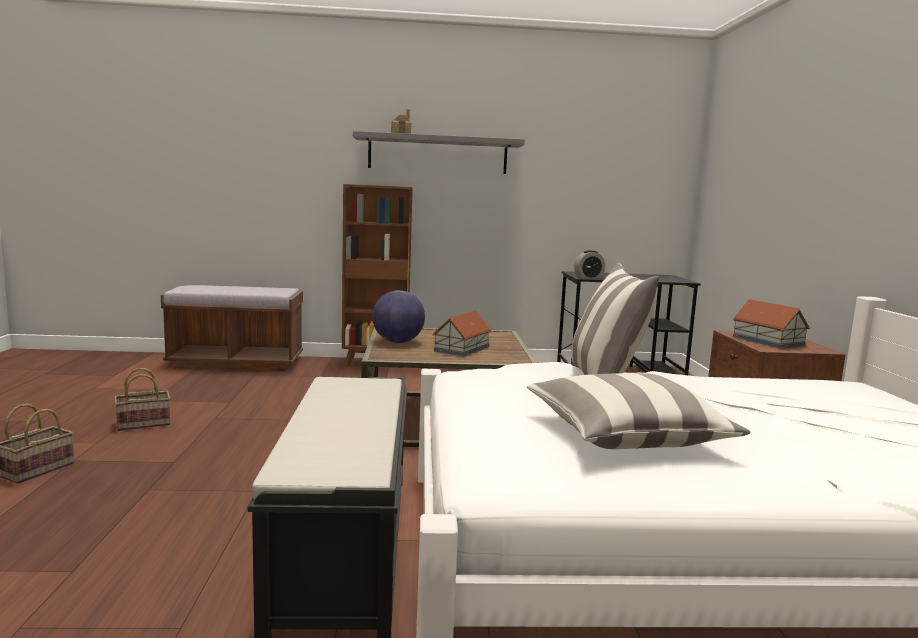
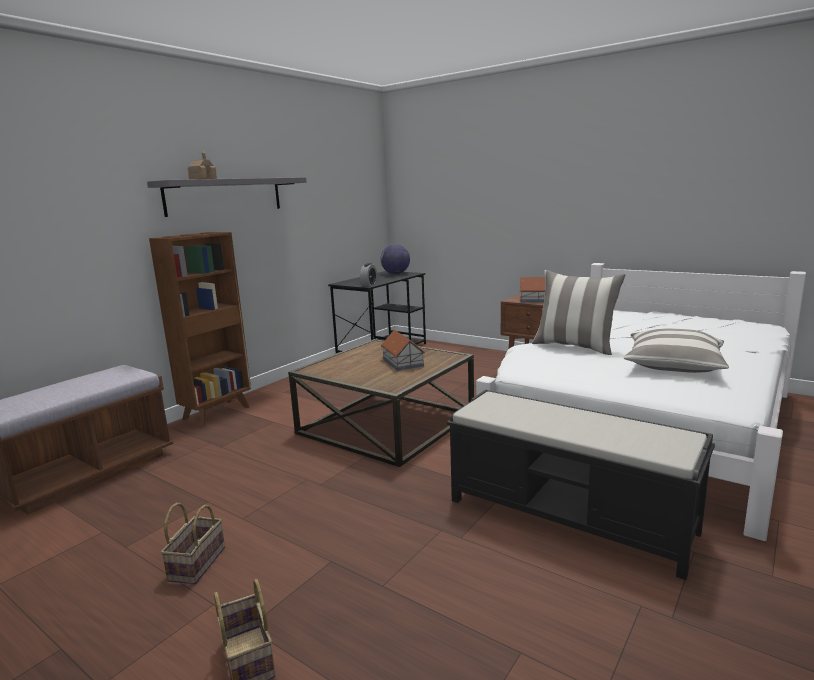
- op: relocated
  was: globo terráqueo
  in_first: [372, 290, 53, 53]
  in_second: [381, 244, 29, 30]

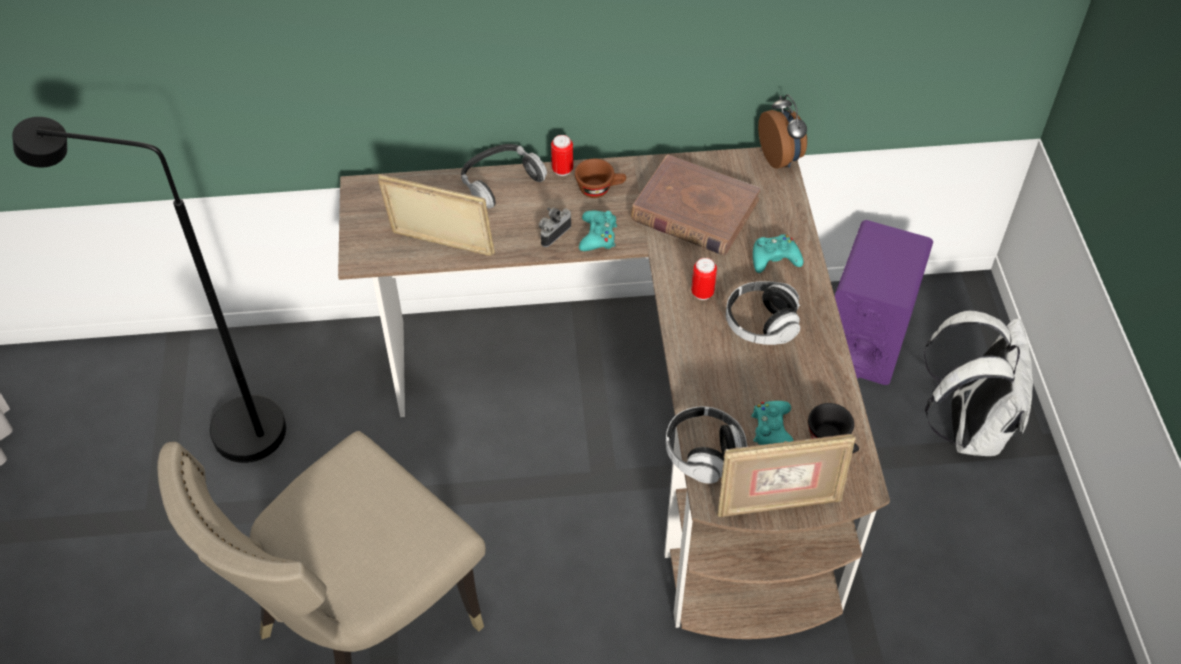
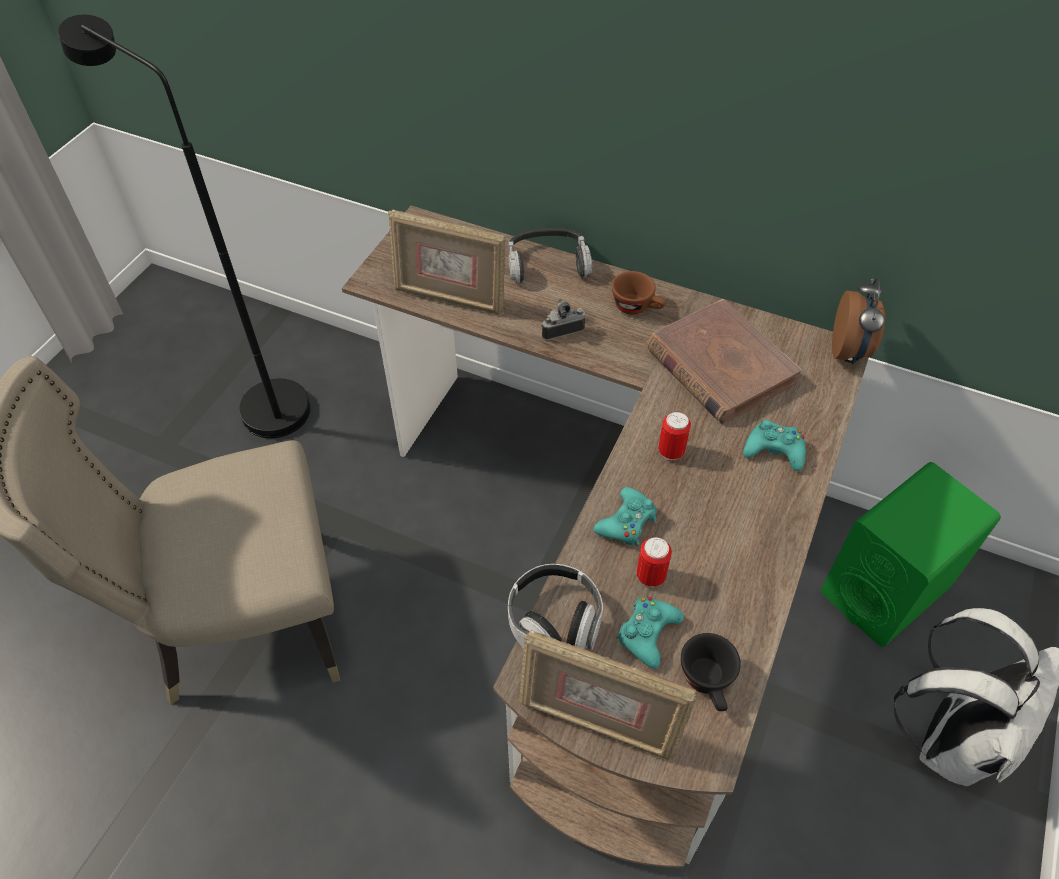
- op: missing
  was: auriculares
  in_first: [726, 281, 75, 64]
- op: relocated
  was: lata
  in_first: [551, 135, 22, 41]
  in_second: [637, 537, 35, 50]
- op: relocated
  was: mando de consola (turquesa)
  in_first: [579, 211, 38, 40]
  in_second: [593, 487, 64, 59]
- op: colour
  was: altavoz (morado)
  now: altavoz (verde)
  in_first: [835, 220, 98, 165]
  in_second: [821, 462, 180, 185]
- op: spun
  was: portarretratos
  in_first: [378, 174, 117, 82]
  in_second: [388, 210, 118, 106]
  clockwise: 150

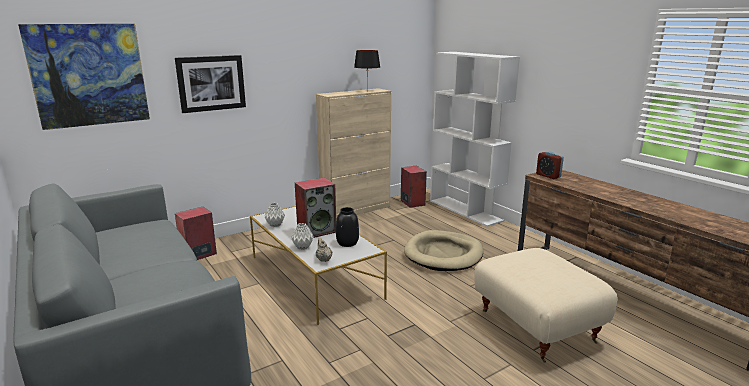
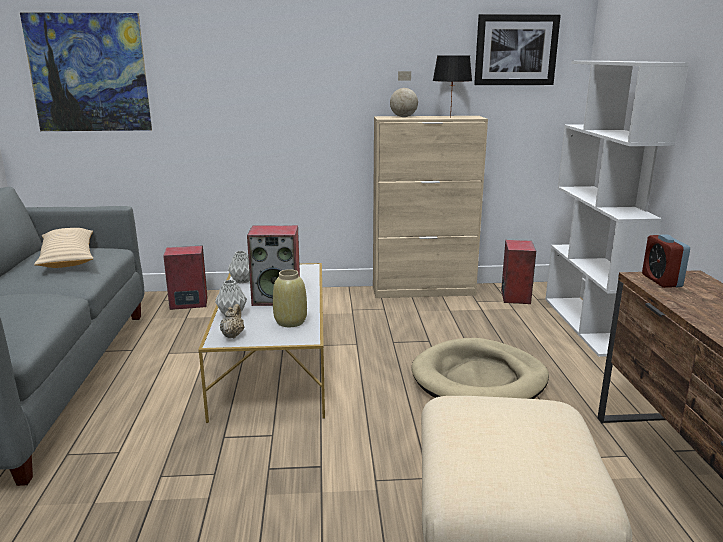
- op: appeared
  now: cojín (beis)
  in_second: [34, 228, 59, 40]
- op: appeared
  now: globo terráqueo
  in_second: [390, 71, 28, 46]
- op: relocated
  was: cuadro
  in_first: [175, 55, 71, 58]
  in_second: [474, 14, 87, 71]
- op: colour
  was: florero (negro)
  now: florero (beis)
  in_first: [336, 207, 23, 40]
  in_second: [273, 269, 34, 58]

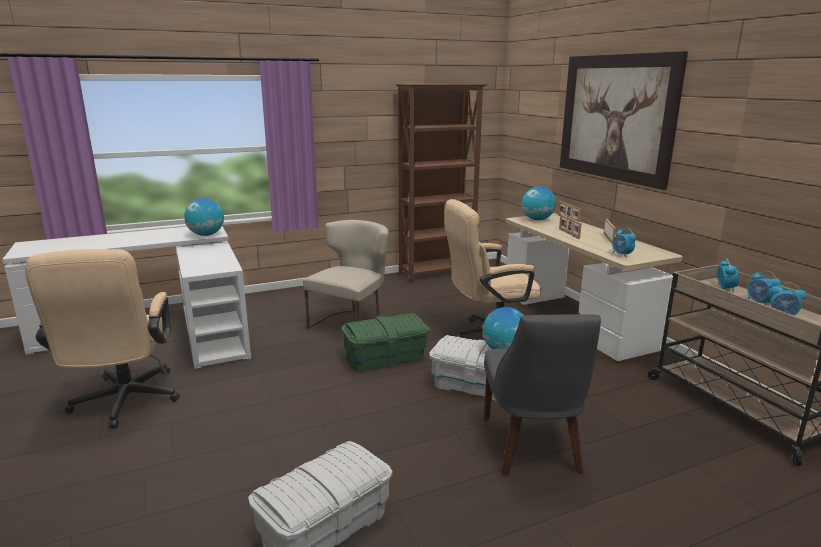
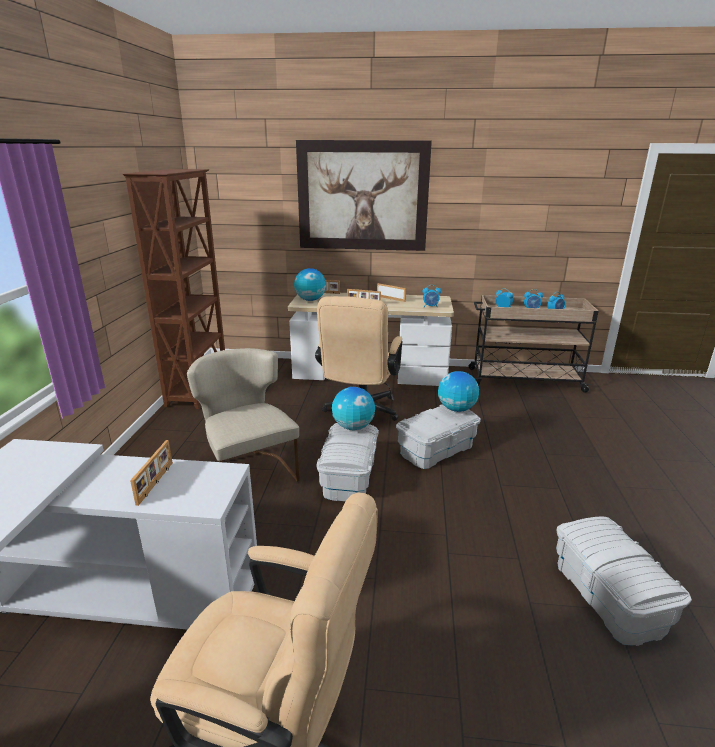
- op: missing
  was: silla (gris)
  in_first: [484, 314, 117, 161]
- op: appeared
  now: portarretratos
  in_second: [130, 440, 43, 66]
- op: relocated
  was: globo terráqueo
  in_first: [184, 198, 40, 38]
  in_second: [332, 387, 43, 43]
- op: colour
  was: caja de almacenaje (verde)
  now: caja de almacenaje (blanco)
  in_first: [341, 313, 89, 59]
  in_second: [316, 423, 63, 78]

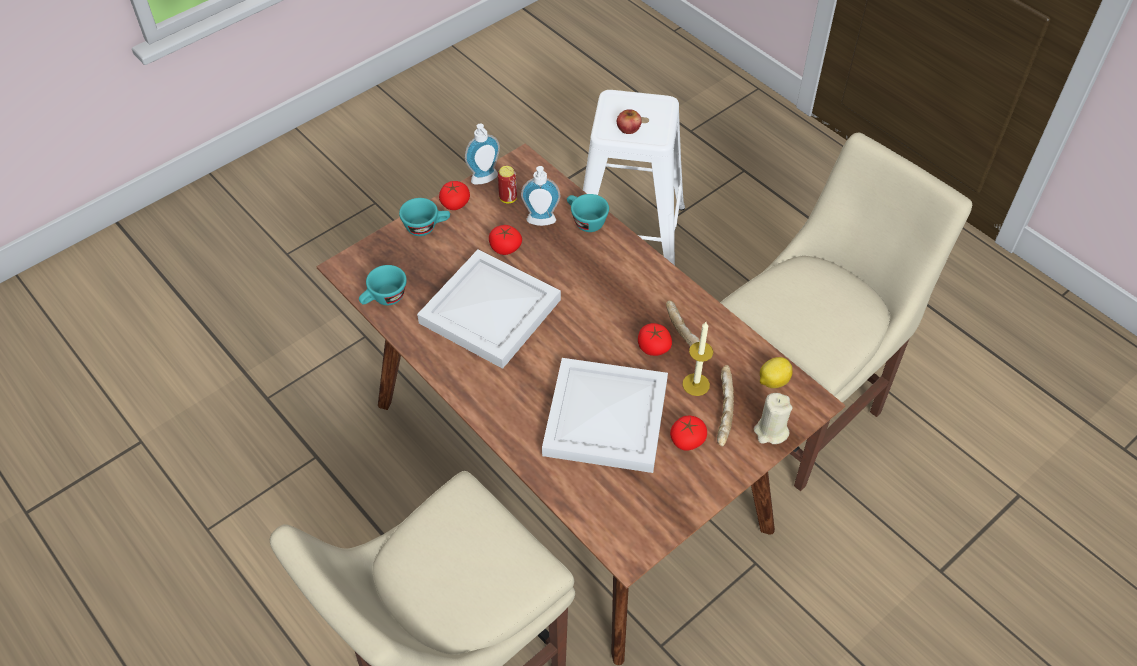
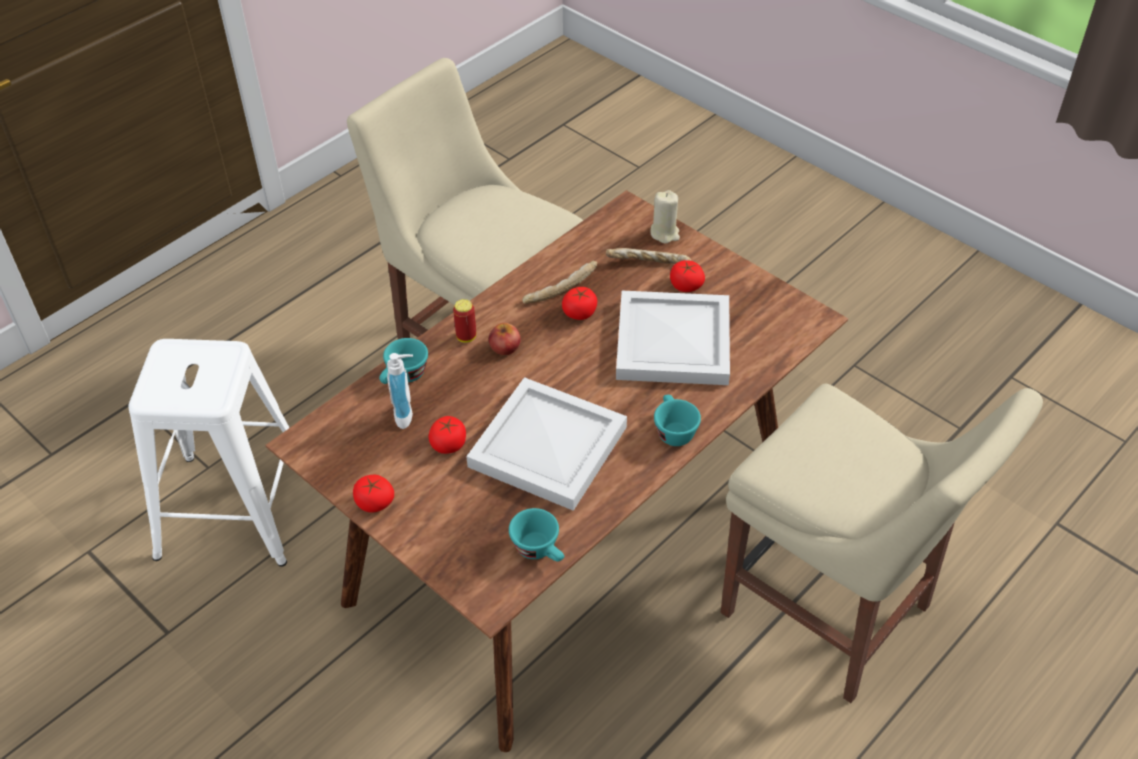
- op: missing
  was: dispensador de jabón
  in_first: [465, 124, 35, 61]
- op: missing
  was: vela
  in_first: [683, 322, 30, 74]
- op: missing
  was: limón
  in_first: [760, 357, 33, 31]
- op: relocated
  was: taza (turquesa)
  in_first: [399, 198, 51, 38]
  in_second: [654, 395, 47, 51]
- op: relocated
  was: lata
  in_first: [498, 166, 19, 37]
  in_second: [453, 299, 23, 44]
- op: relocated
  was: manzana
  in_first: [617, 109, 25, 25]
  in_second: [489, 323, 32, 32]

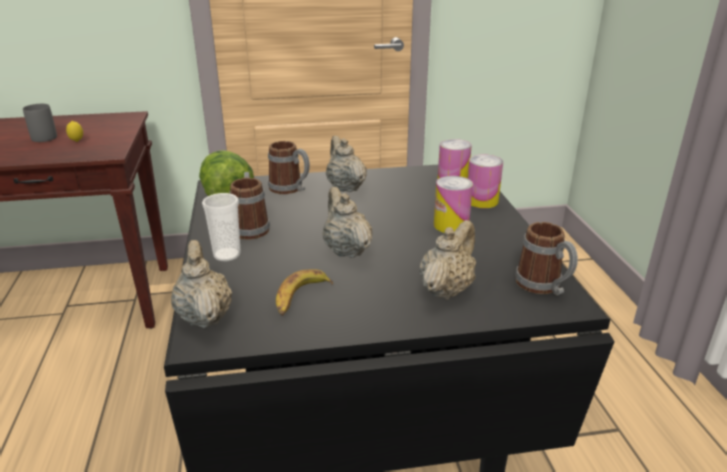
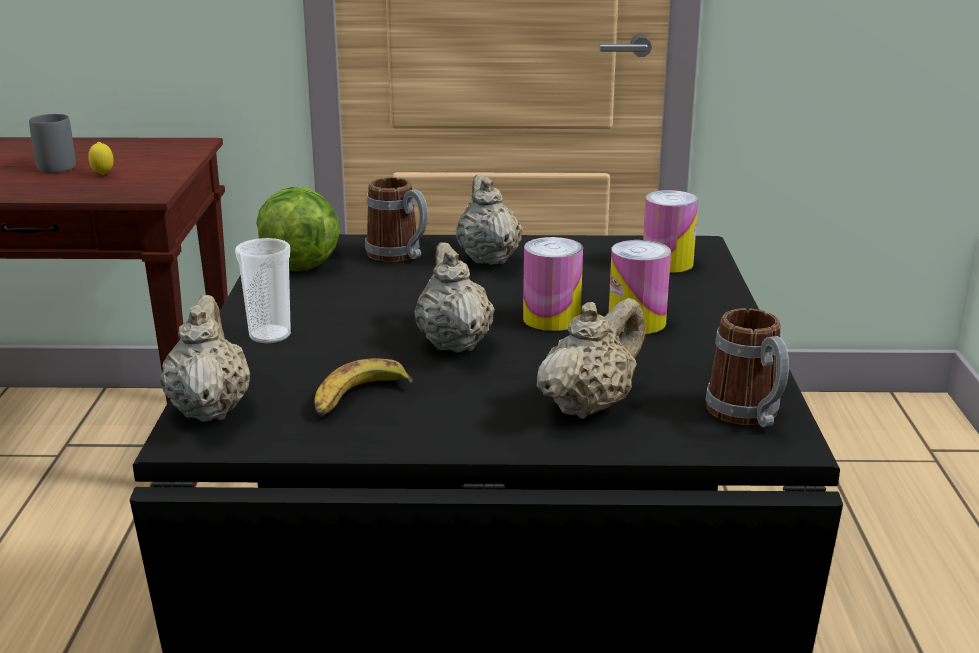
- op: missing
  was: taza grande
  in_first: [229, 172, 41, 67]
- op: relocated
  was: lata
  in_first: [468, 155, 35, 53]
  in_second: [523, 237, 60, 94]

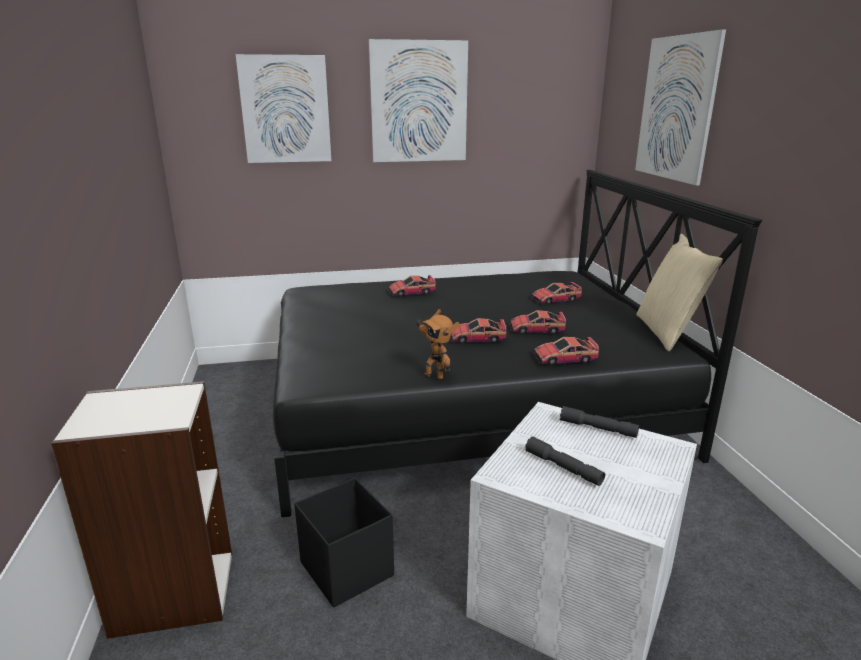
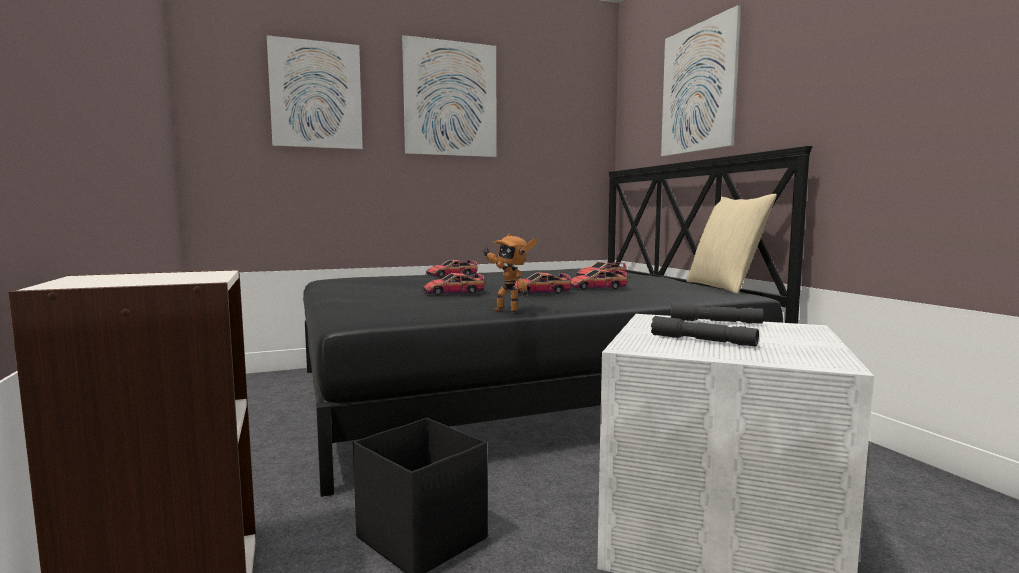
- op: relocated
  was: coche de juguete
  in_first: [533, 337, 66, 28]
  in_second: [422, 273, 63, 22]

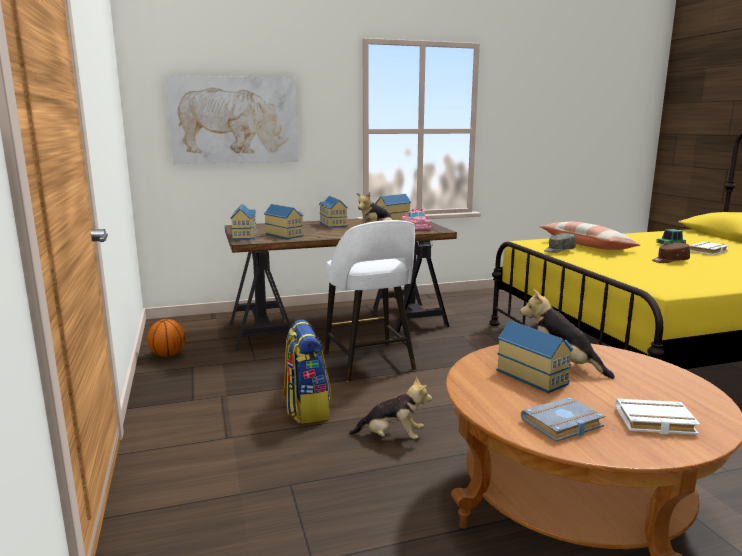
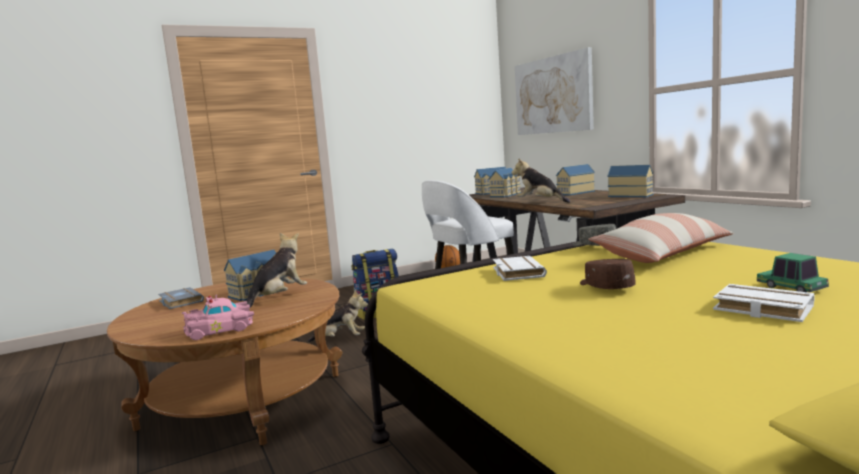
- op: relocated
  was: coche de juguete (rosa)
  in_first: [401, 208, 30, 23]
  in_second: [182, 294, 72, 46]
- op: relocated
  was: libro (blanco)
  in_first: [616, 399, 84, 36]
  in_second: [493, 256, 54, 25]
- op: spun
  was: peluche
  in_first: [349, 376, 83, 63]
  in_second: [308, 290, 60, 53]
  clockwise: -90

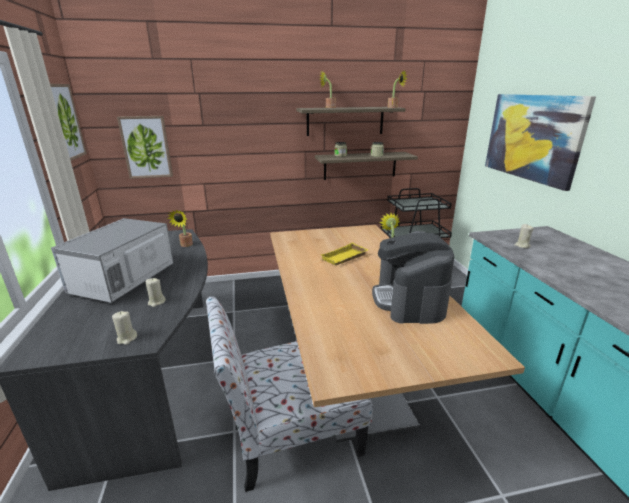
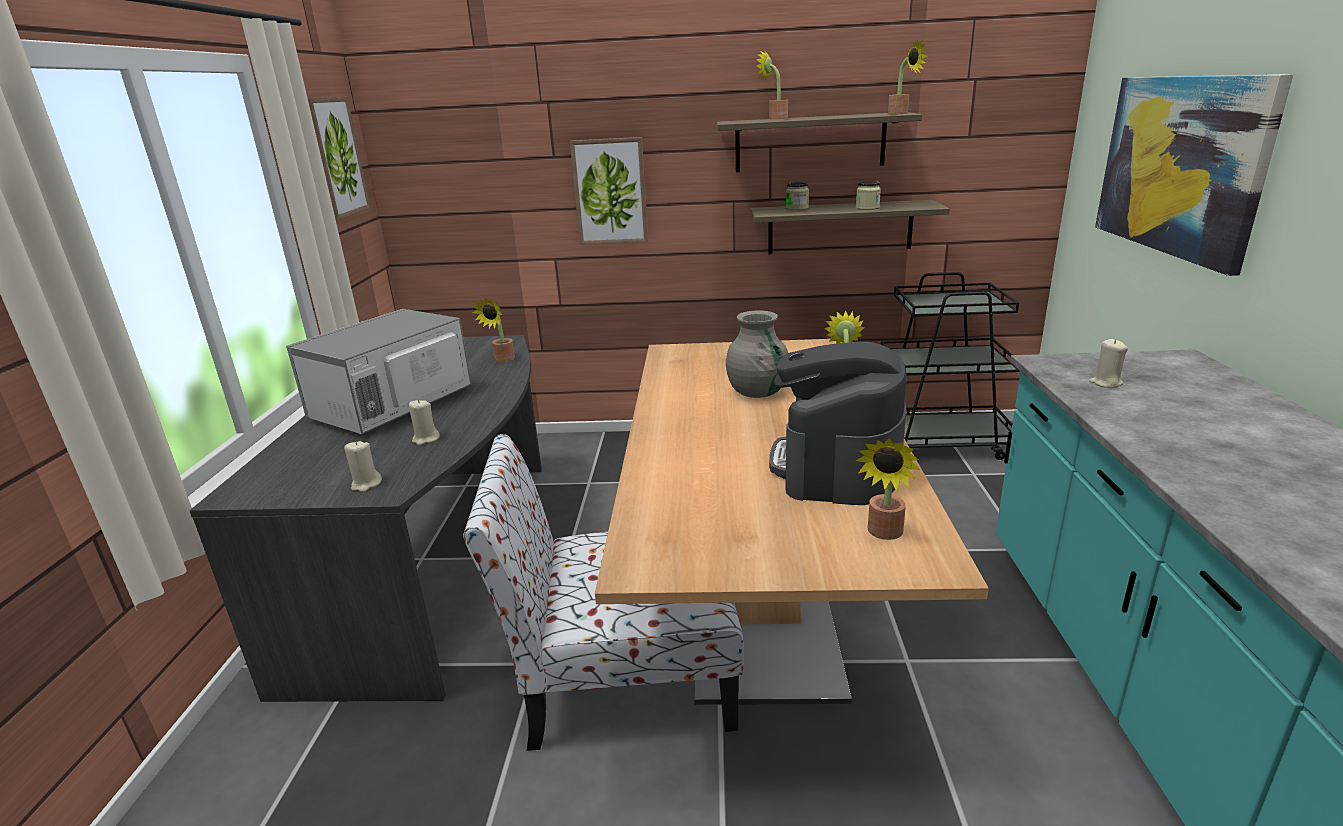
- op: appeared
  now: planta en maceta
  in_second: [856, 439, 64, 101]
- op: relocated
  was: cuadro
  in_first: [117, 116, 56, 63]
  in_second: [570, 137, 78, 108]
- op: exchanged
  was: bandeja (amarillo)
  now: florero (gris)
  in_first: [321, 242, 47, 23]
  in_second: [726, 310, 62, 88]

